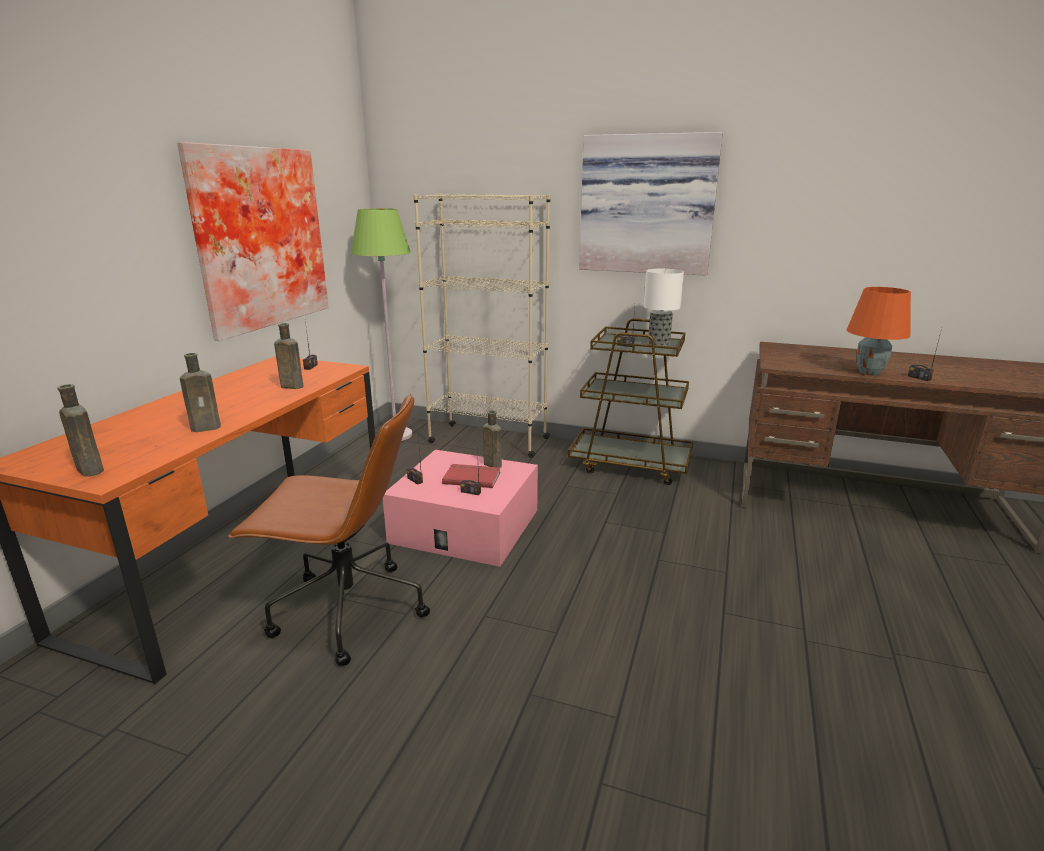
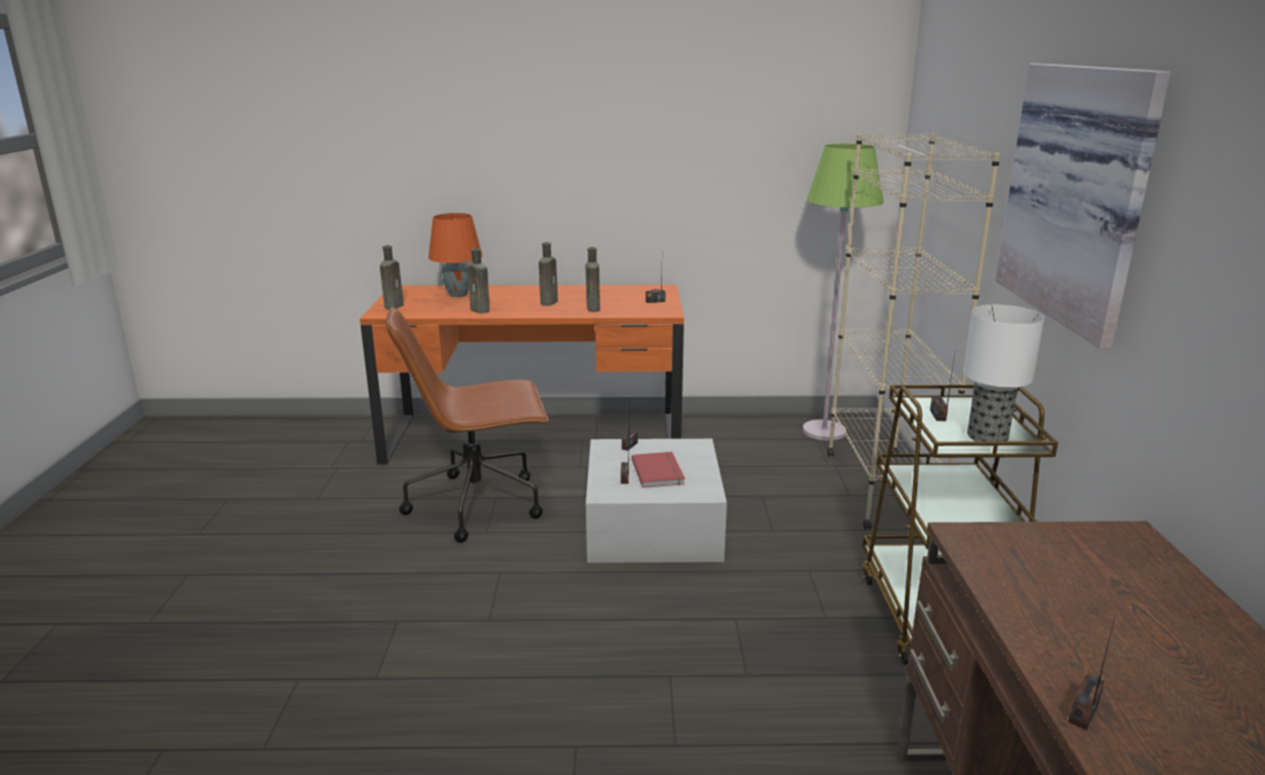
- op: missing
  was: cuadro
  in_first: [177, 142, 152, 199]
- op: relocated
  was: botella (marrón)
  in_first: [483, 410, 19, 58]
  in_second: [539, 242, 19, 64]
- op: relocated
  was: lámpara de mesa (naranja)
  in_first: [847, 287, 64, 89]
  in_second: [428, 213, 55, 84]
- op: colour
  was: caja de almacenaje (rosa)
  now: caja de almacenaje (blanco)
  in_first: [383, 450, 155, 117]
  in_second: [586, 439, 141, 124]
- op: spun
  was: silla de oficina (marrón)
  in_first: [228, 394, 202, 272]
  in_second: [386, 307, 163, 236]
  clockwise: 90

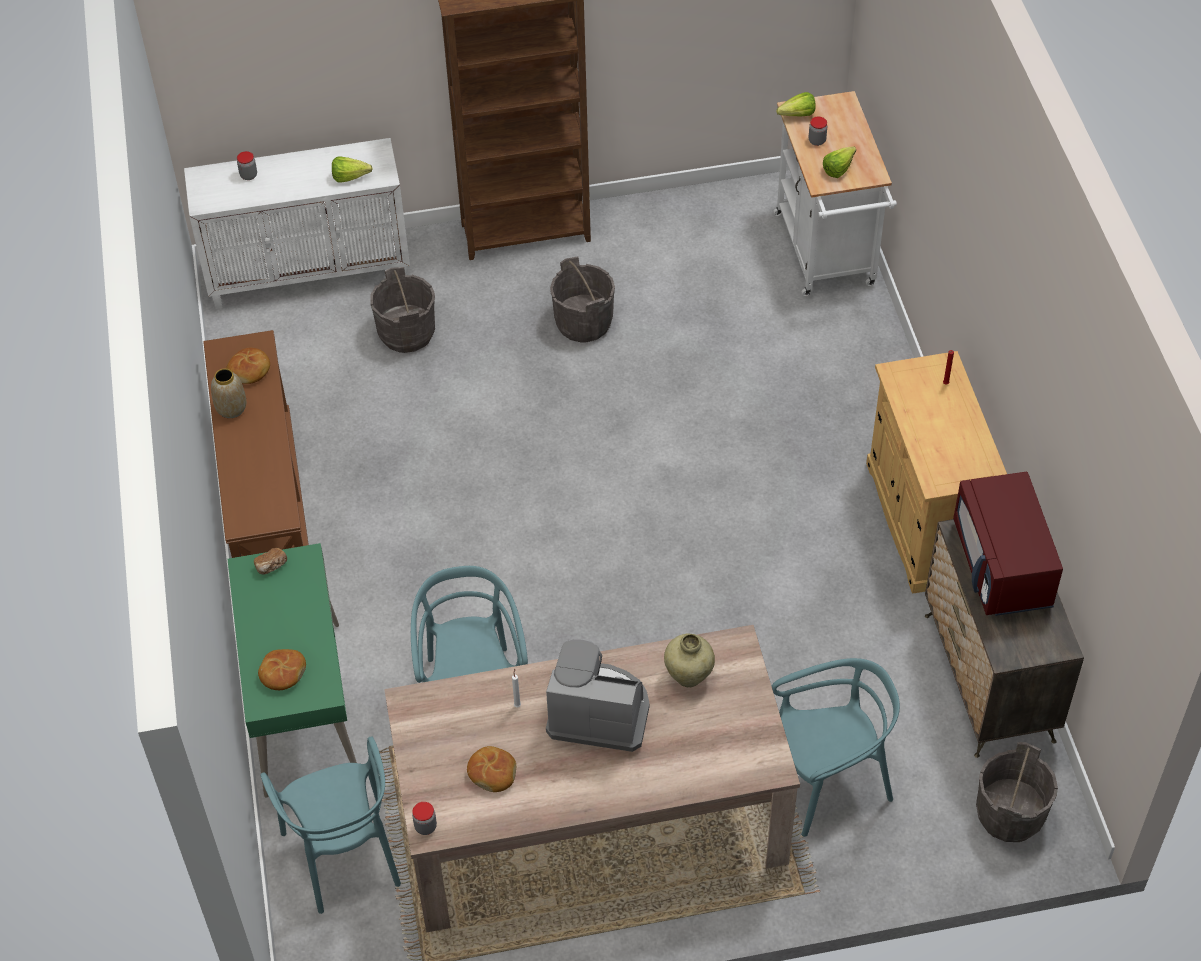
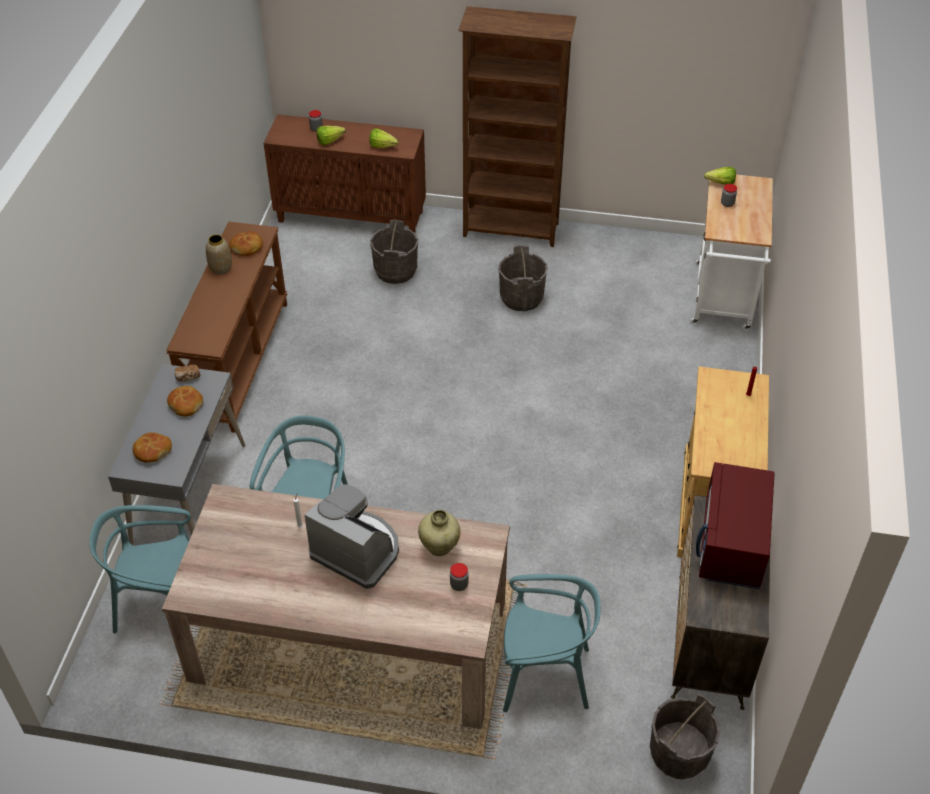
- op: relocated
  was: tarro
  in_first: [412, 802, 25, 33]
  in_second: [450, 563, 18, 28]
- op: relocated
  was: pan
  in_first: [467, 746, 49, 46]
  in_second: [167, 386, 36, 31]
- op: relocated
  was: lechuga
  in_first: [823, 146, 33, 32]
  in_second: [317, 126, 29, 19]
- op: colour
  was: armario (blanco)
  now: armario (marrón)
  in_first: [184, 138, 226, 171]
  in_second: [263, 114, 163, 119]
- op: colour
  was: escritorio (verde)
  now: escritorio (gris)
  in_first: [227, 543, 130, 255]
  in_second: [108, 364, 137, 181]
- op: spun
  was: silla (turquesa)
  in_first: [260, 736, 141, 178]
  in_second: [89, 505, 102, 129]
  clockwise: 90

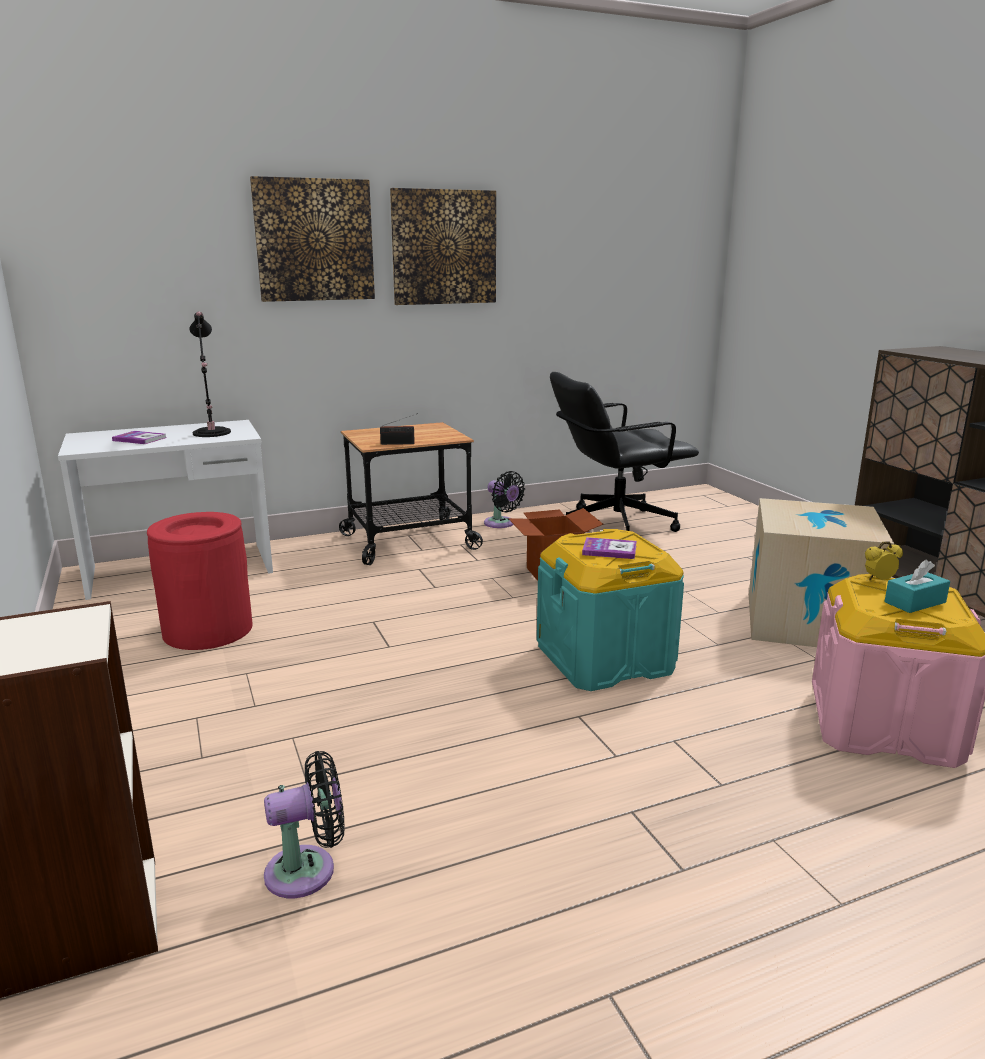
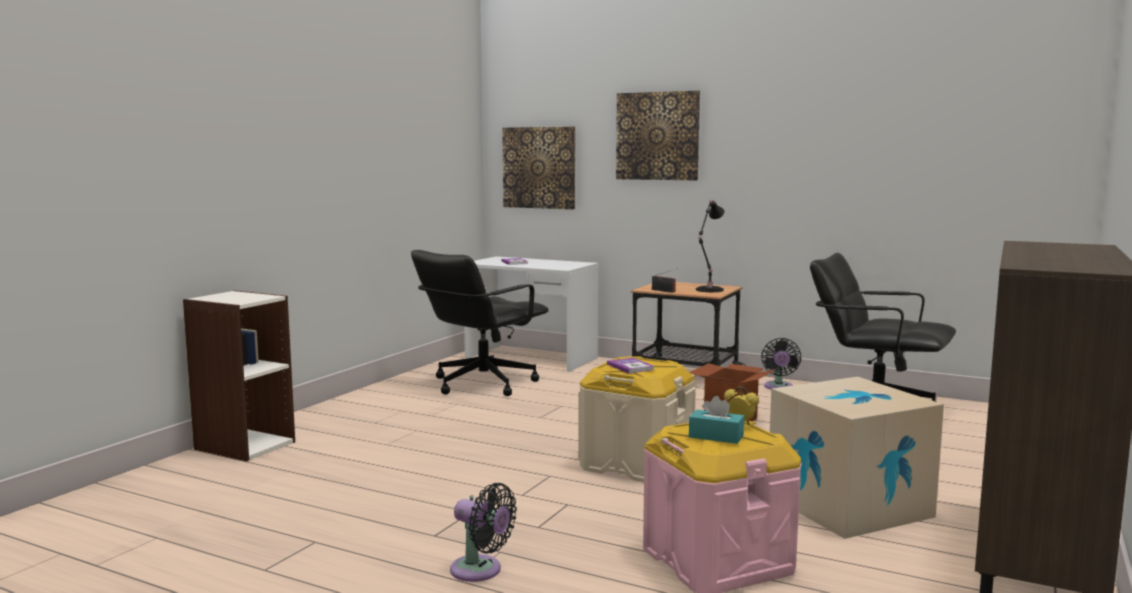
- op: relocated
  was: lámpara de mesa (negro)
  in_first: [189, 311, 42, 126]
  in_second: [696, 200, 28, 92]
- op: relocated
  was: ventilador (negro)
  in_first: [264, 751, 81, 147]
  in_second: [450, 483, 67, 99]
- op: relocated
  was: cuadro
  in_first: [390, 188, 106, 117]
  in_second: [502, 127, 73, 82]
- op: exchanged
  was: papelera (rojo)
  now: silla de oficina (negro)
  in_first: [147, 512, 106, 138]
  in_second: [411, 250, 138, 146]
- op: colour
  was: caja de almacenaje (turquesa)
  now: caja de almacenaje (beis)
  in_first: [537, 529, 147, 162]
  in_second: [578, 356, 118, 126]

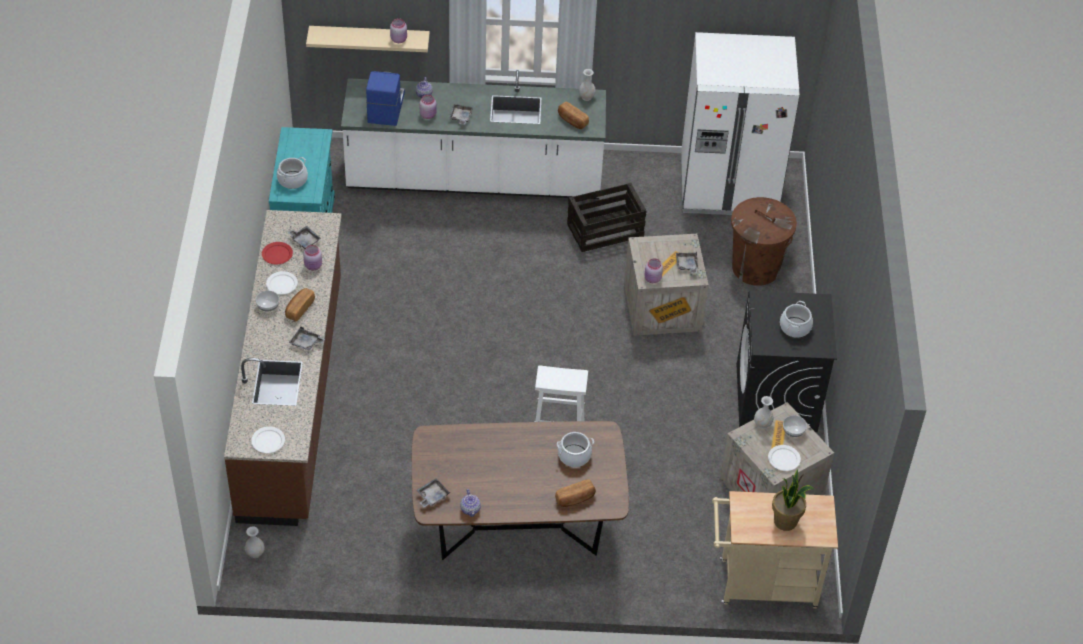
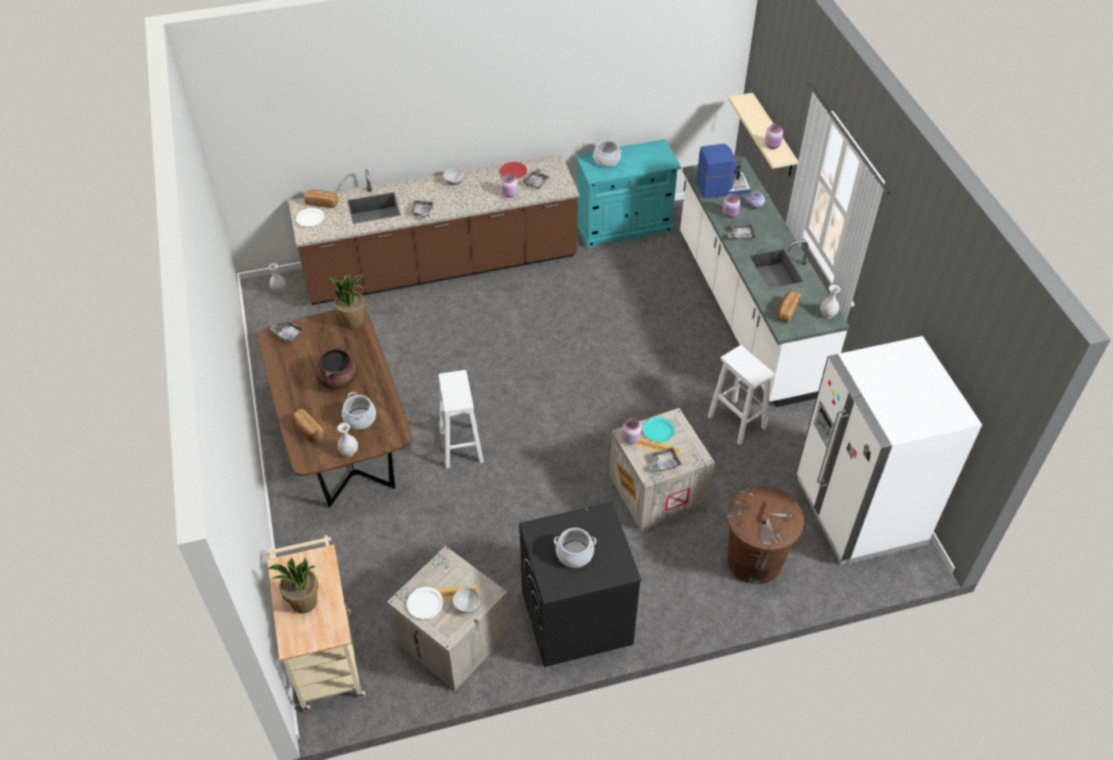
- op: missing
  was: plato (blanco)
  in_first: [266, 271, 32, 24]
- op: missing
  was: tetera
  in_first: [460, 489, 21, 28]
- op: appeared
  now: olla (marrón)
  in_second: [315, 345, 43, 45]
- op: appeared
  now: planta en maceta
  in_second: [330, 274, 35, 55]
- op: appeared
  now: plato (turquesa)
  in_second: [643, 417, 32, 25]
- op: relocated
  was: pan
  in_first: [285, 288, 30, 33]
  in_second: [304, 190, 34, 18]
- op: relocated
  was: florero (blanco)
  in_first: [754, 396, 19, 33]
  in_second: [337, 423, 21, 34]
- op: exchanged
  was: caja de embalaje
  now: taburete (blanco)
  in_first: [567, 183, 80, 69]
  in_second: [708, 345, 67, 101]

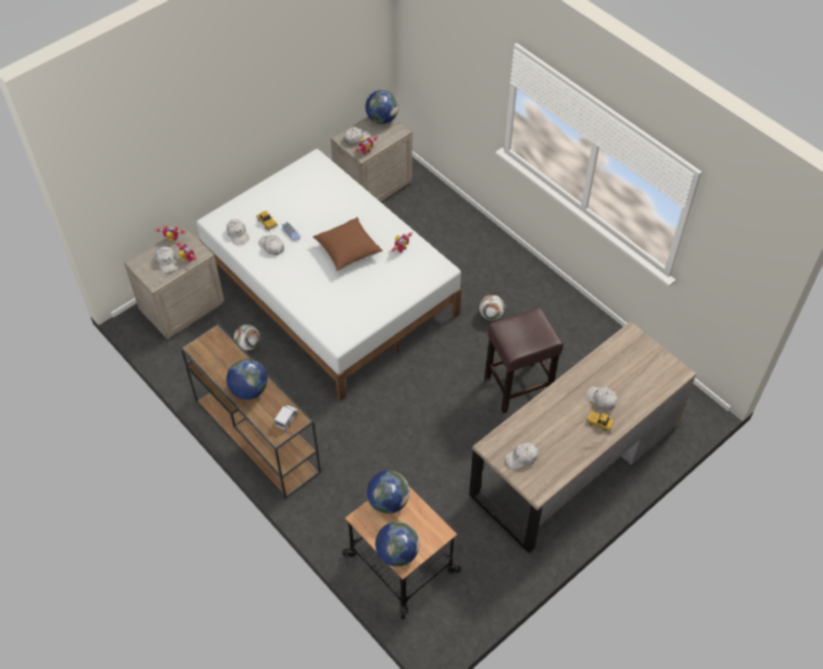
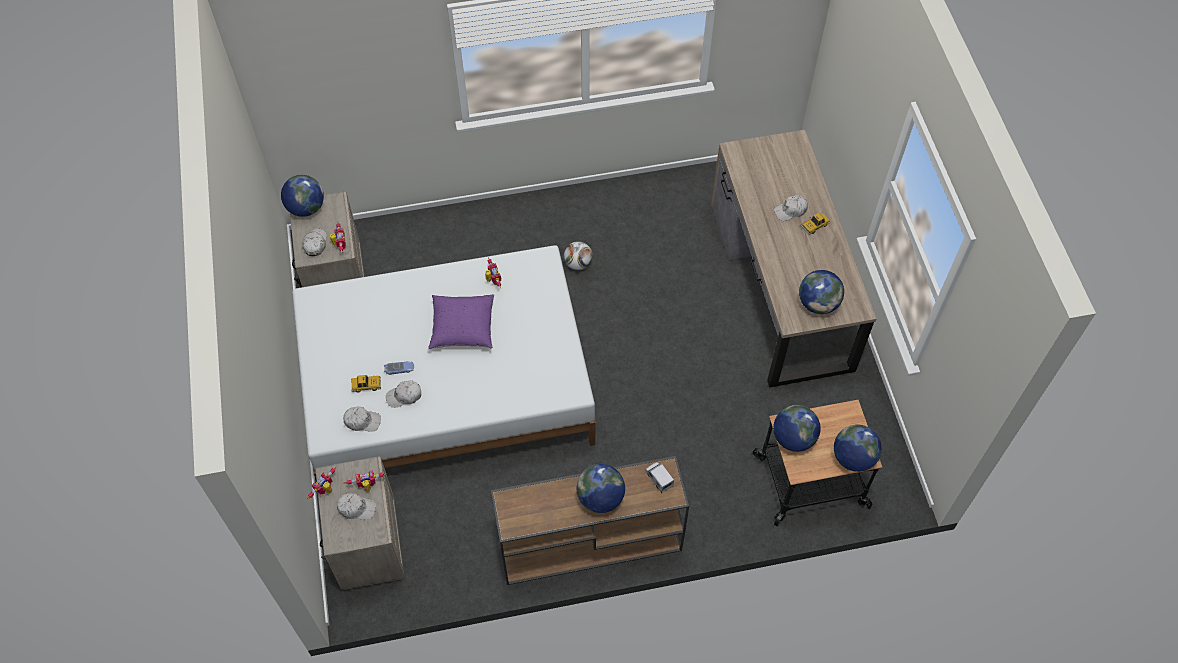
- op: missing
  was: balón de fútbol
  in_first: [234, 324, 26, 26]
- op: missing
  was: taburete (marrón)
  in_first: [484, 307, 79, 106]
- op: exchanged
  was: gorra (blanco)
  now: globo terráqueo
  in_first: [505, 443, 33, 27]
  in_second: [799, 270, 45, 44]
- op: colour
  was: cojín (marrón)
  now: cojín (morado)
  in_first: [313, 217, 70, 54]
  in_second: [428, 294, 66, 55]

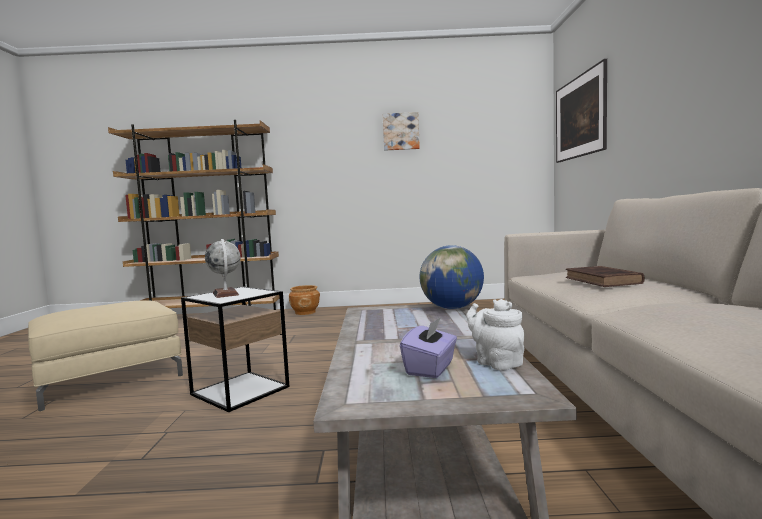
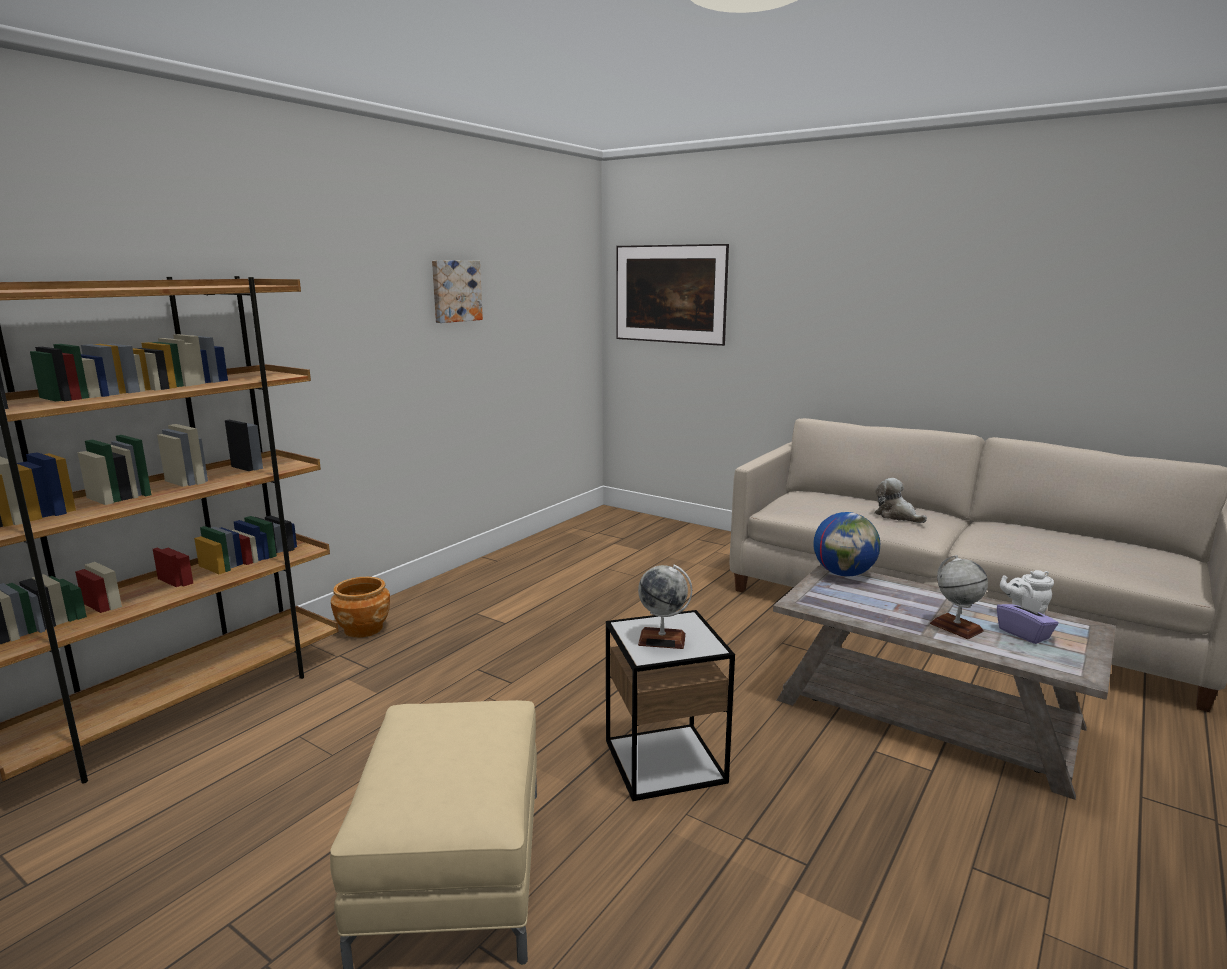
- op: appeared
  now: globo terráqueo
  in_second: [930, 555, 58, 84]
- op: exchanged
  was: libro (marrón)
  now: peluche
  in_first: [566, 266, 78, 21]
  in_second: [875, 478, 52, 45]

